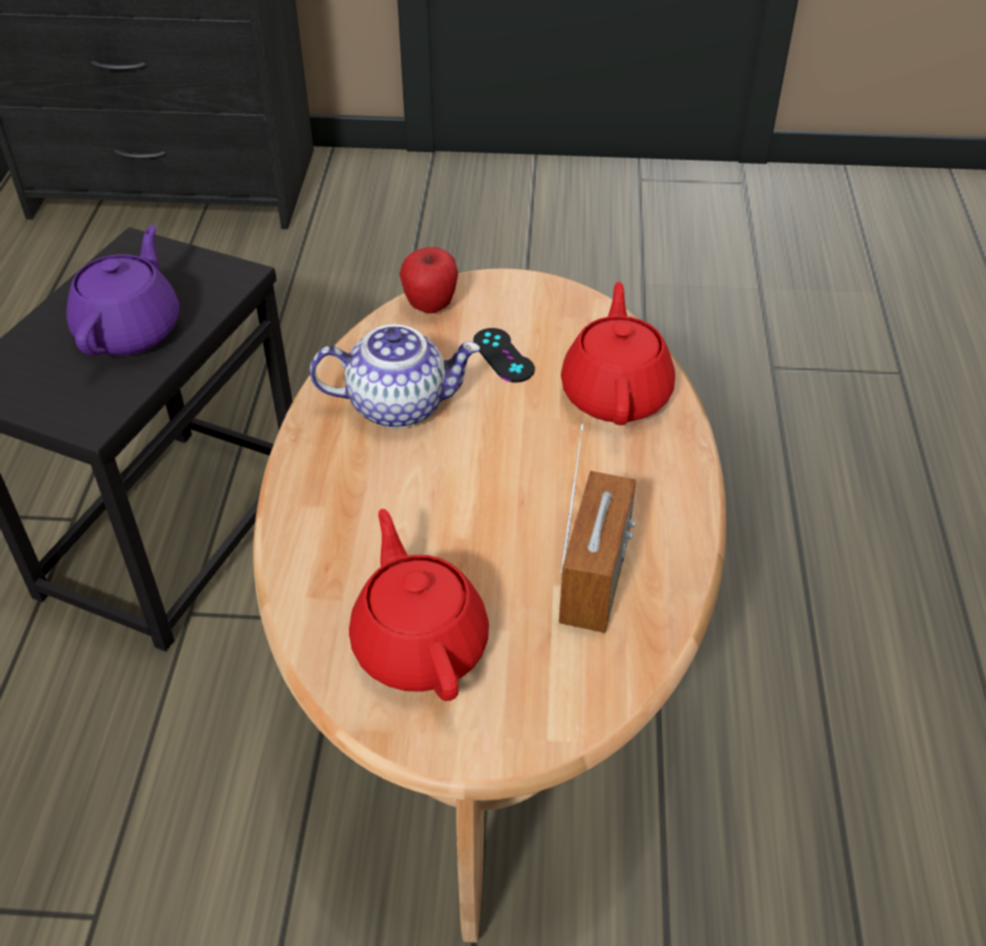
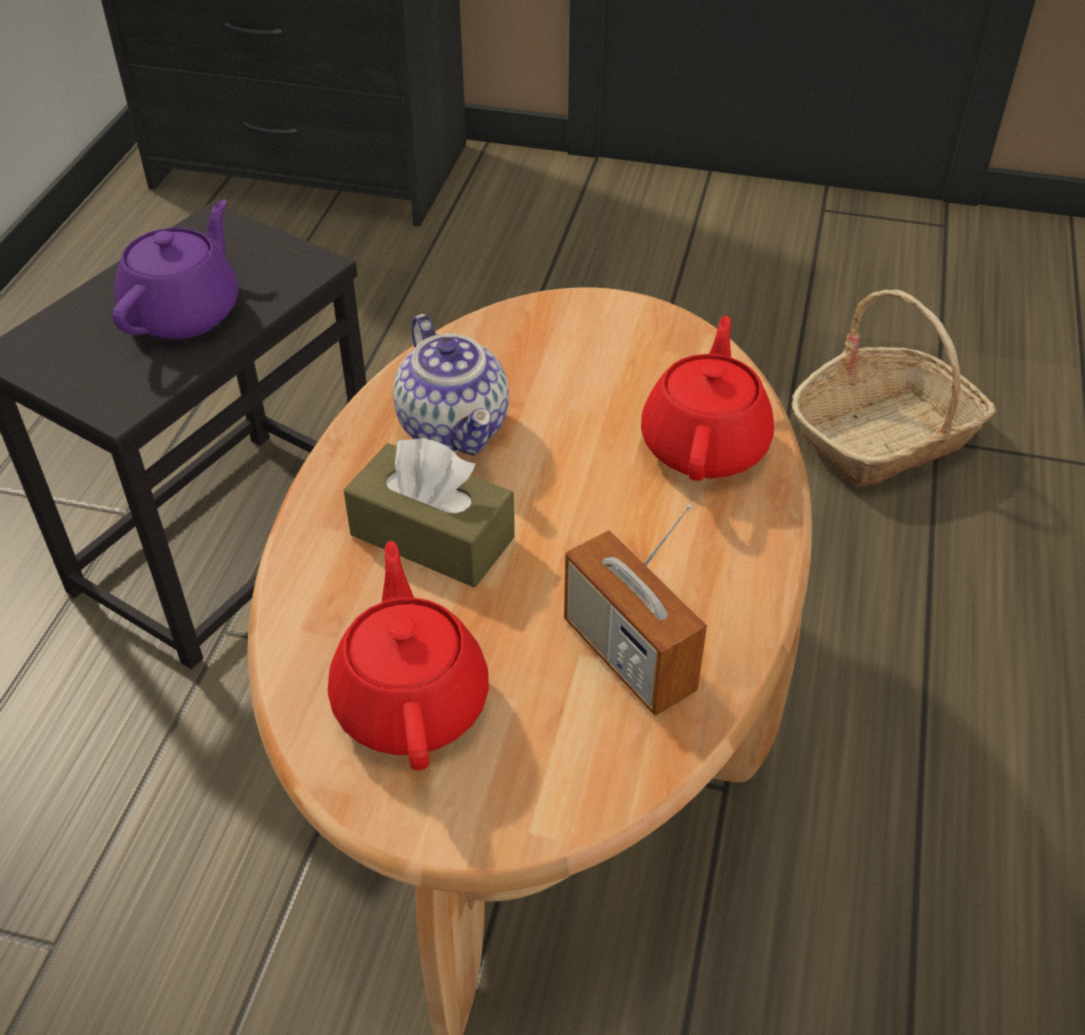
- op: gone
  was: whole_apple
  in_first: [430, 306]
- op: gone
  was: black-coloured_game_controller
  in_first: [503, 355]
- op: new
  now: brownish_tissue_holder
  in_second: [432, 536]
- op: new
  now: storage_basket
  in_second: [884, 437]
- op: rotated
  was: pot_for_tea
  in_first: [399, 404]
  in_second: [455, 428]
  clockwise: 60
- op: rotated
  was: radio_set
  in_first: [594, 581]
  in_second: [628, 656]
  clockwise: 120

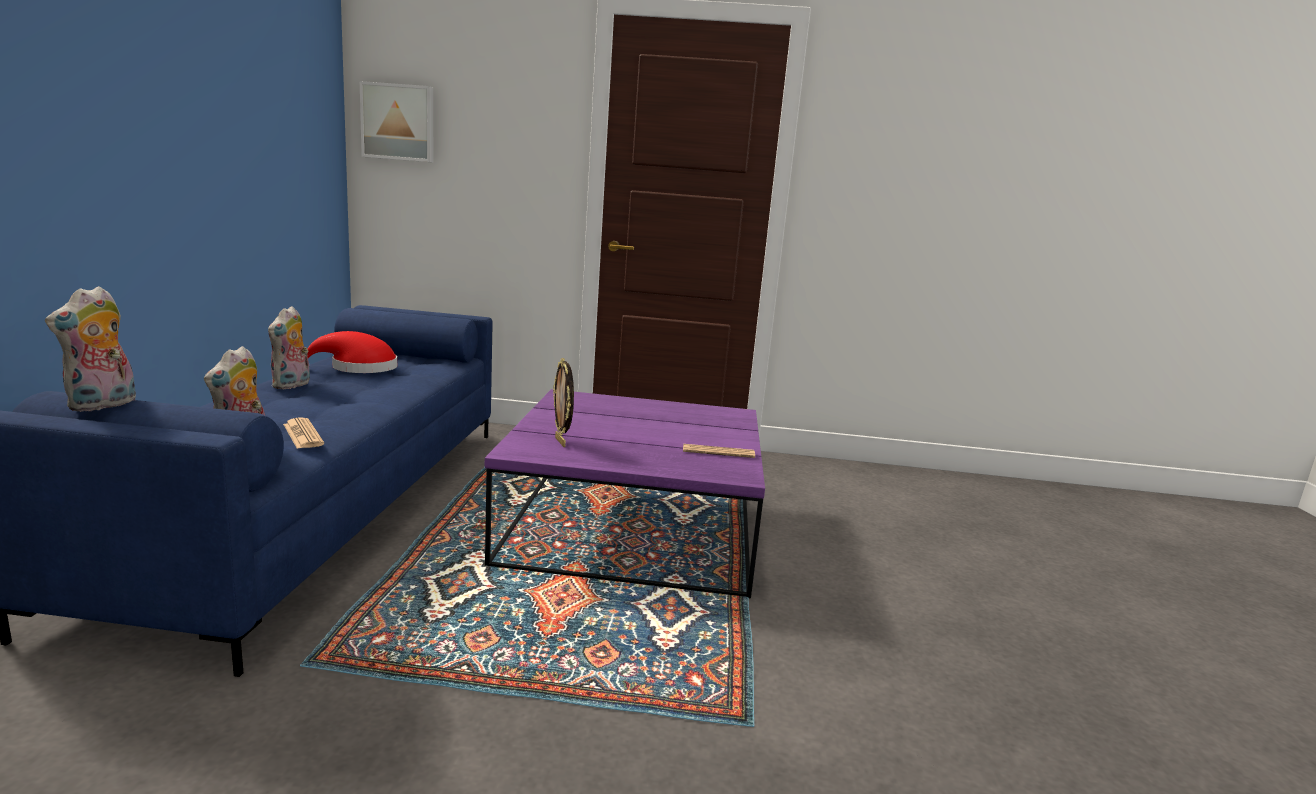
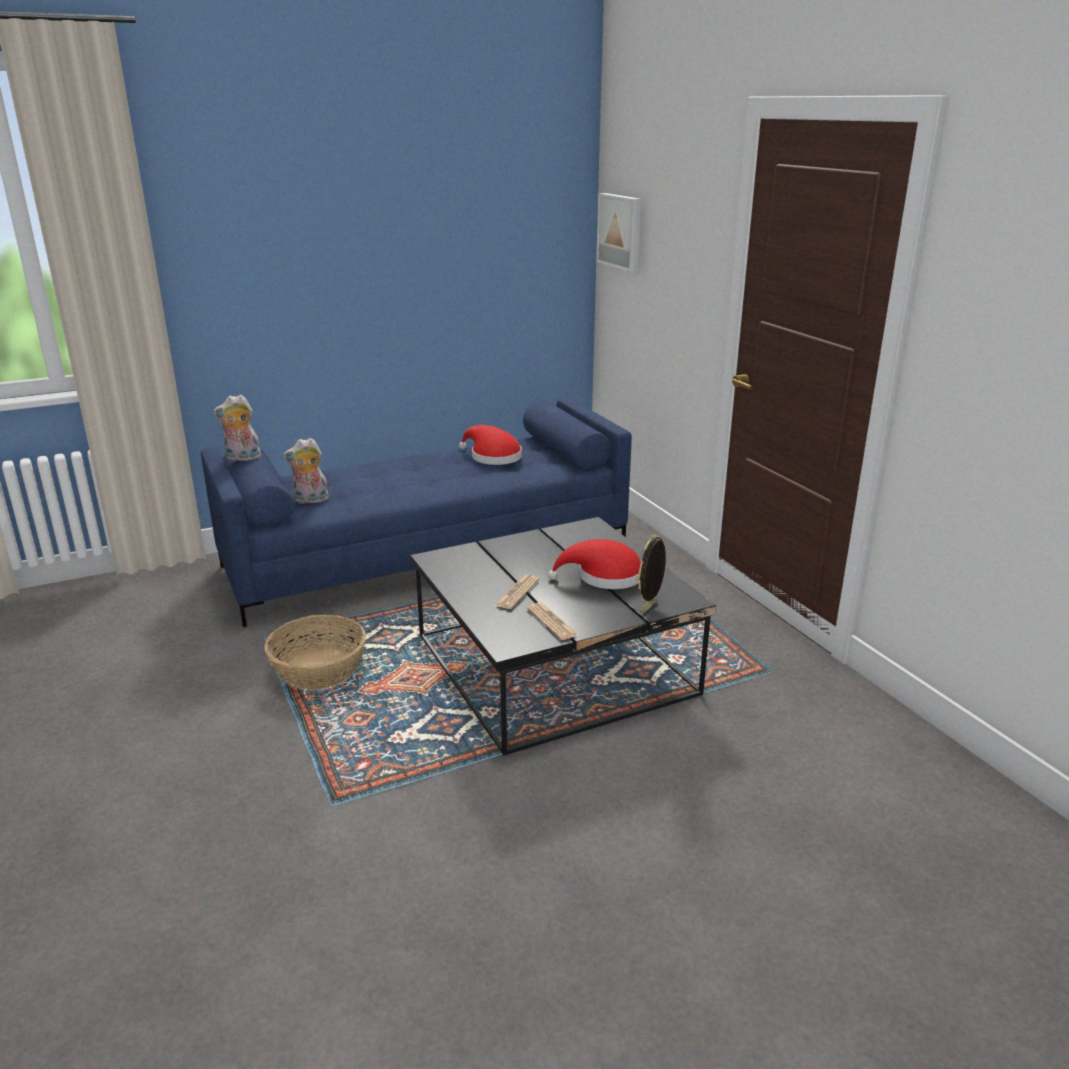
- op: gone
  was: cuddly_toy
  in_first: [292, 385]
- op: new
  now: storage_basket
  in_second: [319, 669]
- op: new
  now: reddish_wearable_hat
  in_second: [604, 577]
- op: shifted
  was: newspaper
  in_first: [303, 434]
  in_second: [517, 593]
- op: shifted
  was: picture_frame
  in_first: [561, 442]
  in_second: [650, 607]
- op: repainted
  was: purple_coffee_table
  now: black-coloured_coffee_table
  in_first: [630, 526]
  in_second: [555, 662]

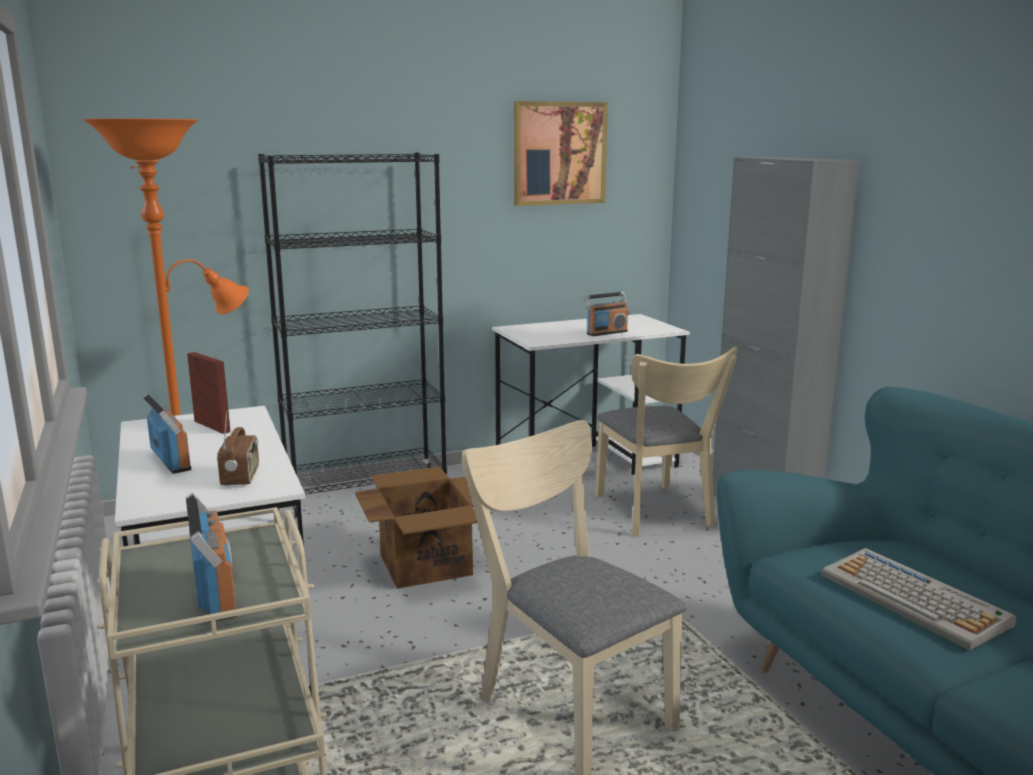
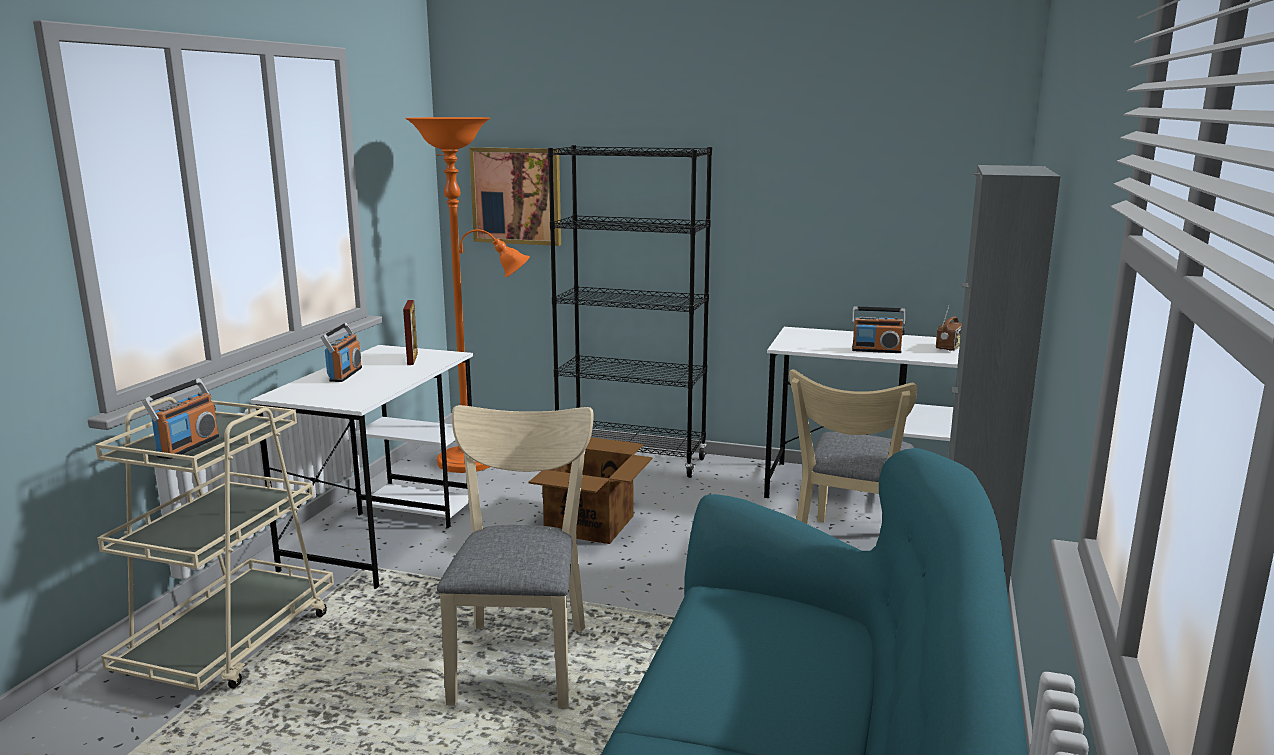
- op: gone
  was: keyboard
  in_first: [915, 600]
- op: shifted
  was: radio_set
  in_first: [241, 477]
  in_second: [950, 347]
- op: shifted
  was: picture
  in_first: [559, 153]
  in_second: [516, 196]

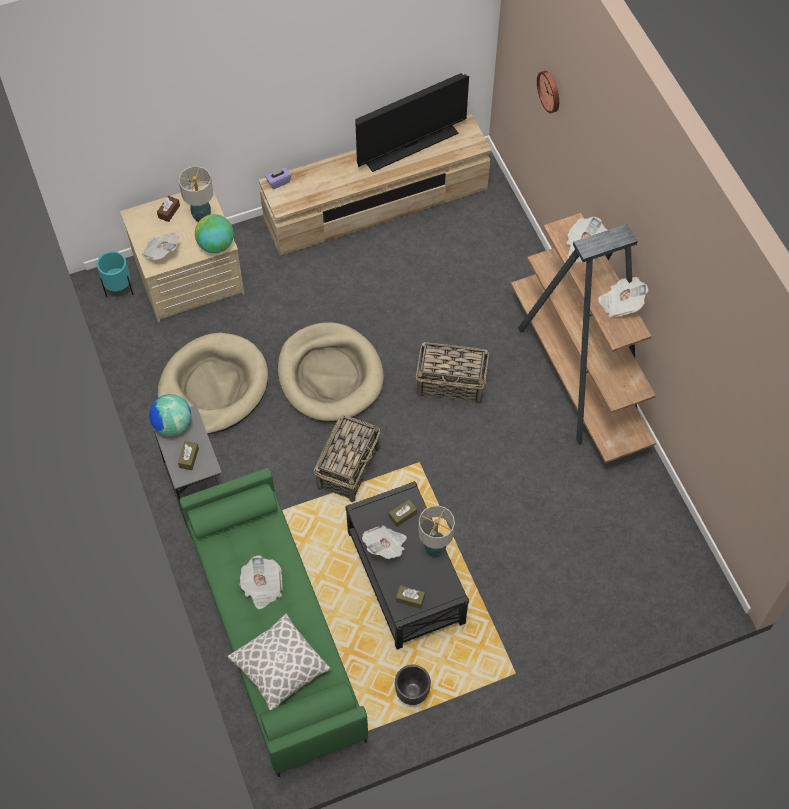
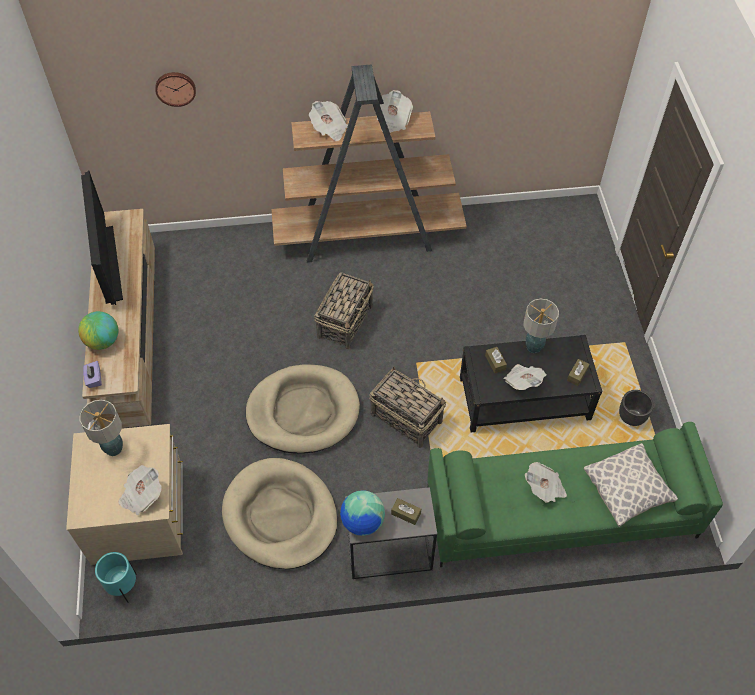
- op: gone
  was: brownish_tissue_holder
  in_first: [169, 211]
- op: shifted
  was: desk_globe
  in_first: [216, 245]
  in_second: [103, 341]

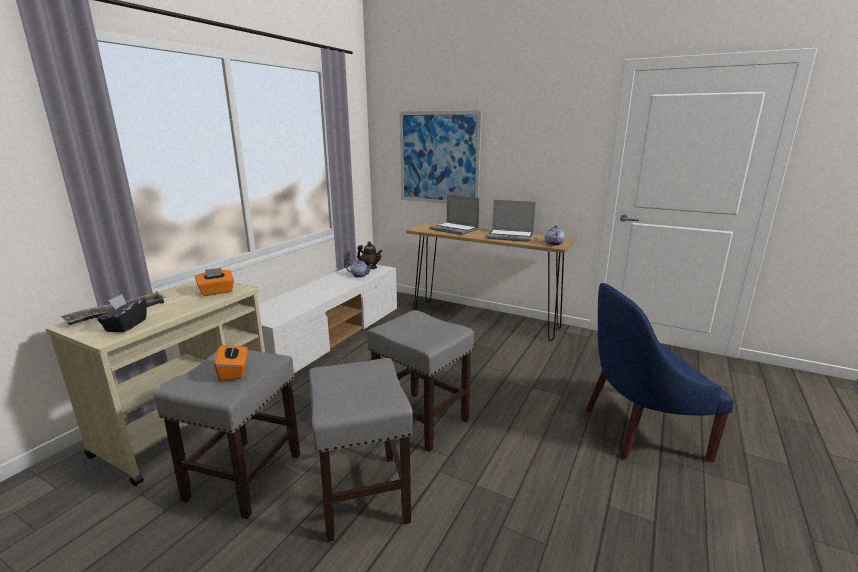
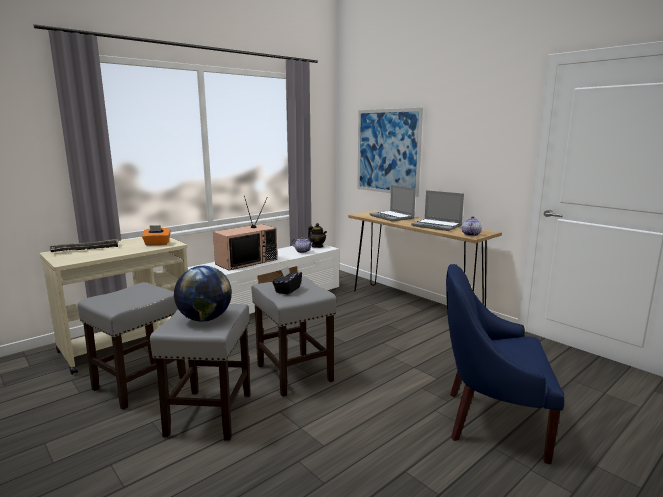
- op: gone
  was: orange-coloured_tissue_holder
  in_first: [234, 372]
- op: new
  now: desk_globe
  in_second: [205, 319]
- op: new
  now: TV
  in_second: [246, 261]
- op: shifted
  was: black-coloured_tissue_holder
  in_first: [126, 325]
  in_second: [287, 290]

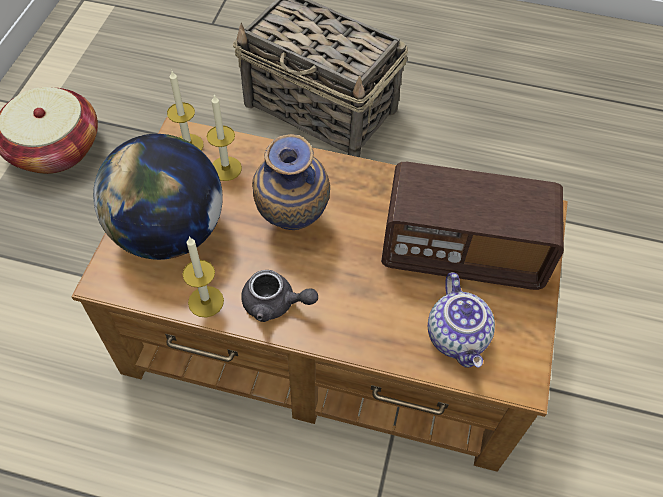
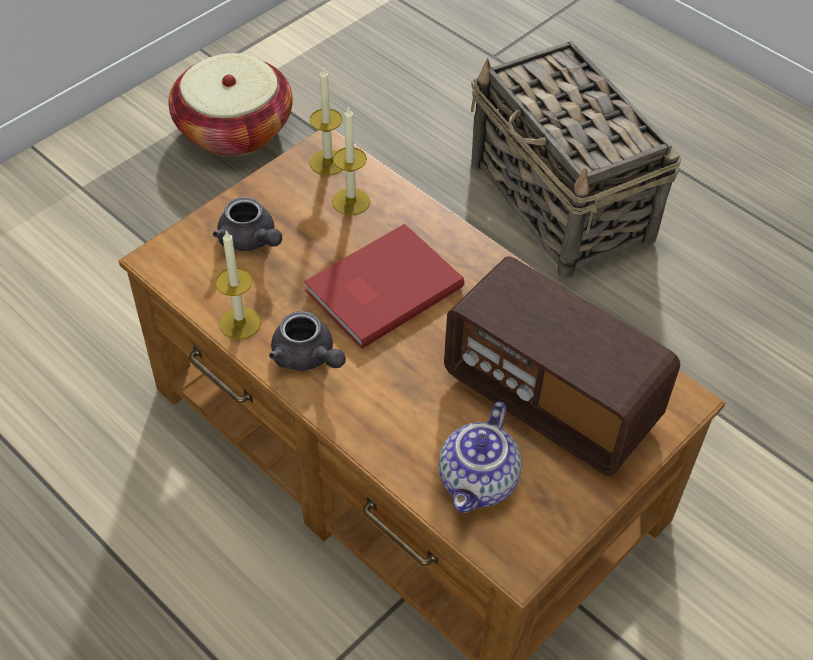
- op: swapped
  was: desk_globe
  now: gray_pot_for_tea
  in_first: [170, 232]
  in_second: [250, 241]
- op: swapped
  was: decorative_vase
  now: reddish_book
  in_first: [291, 225]
  in_second: [380, 287]

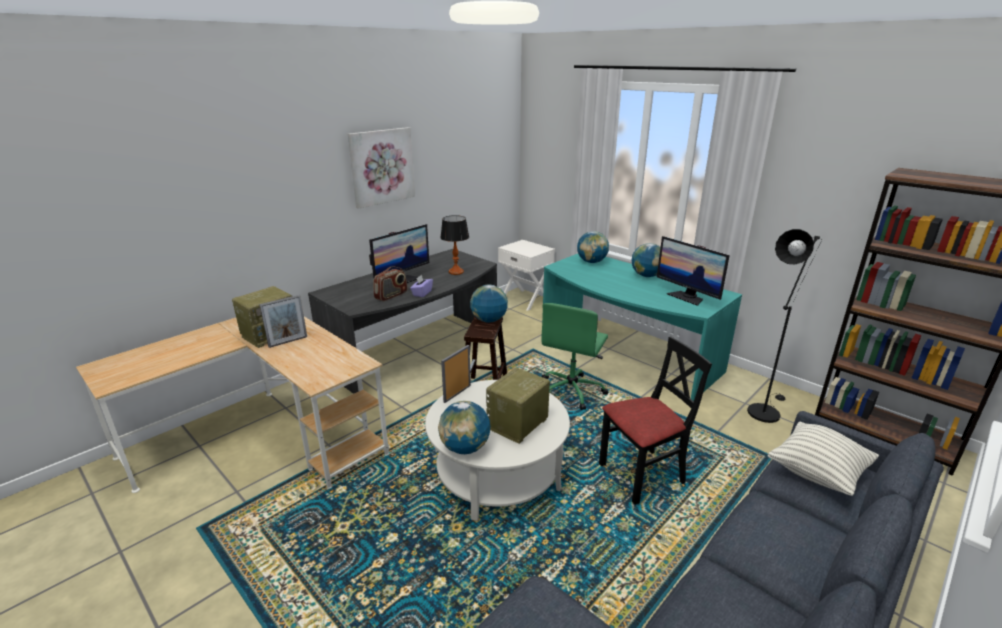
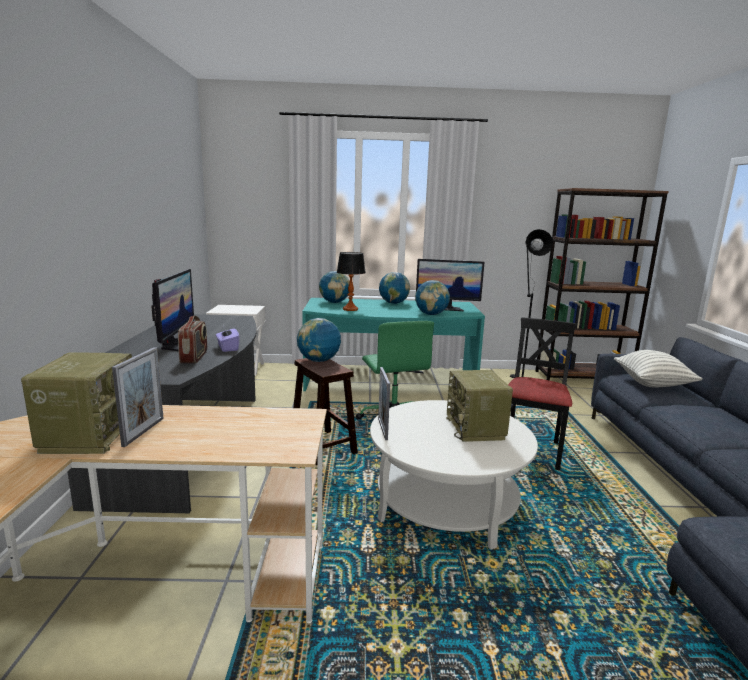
- op: gone
  was: picture
  in_first: [381, 166]
- op: shifted
  was: desk_globe
  in_first: [465, 448]
  in_second: [431, 314]
- op: shifted
  was: table_lamp
  in_first: [456, 272]
  in_second: [350, 309]

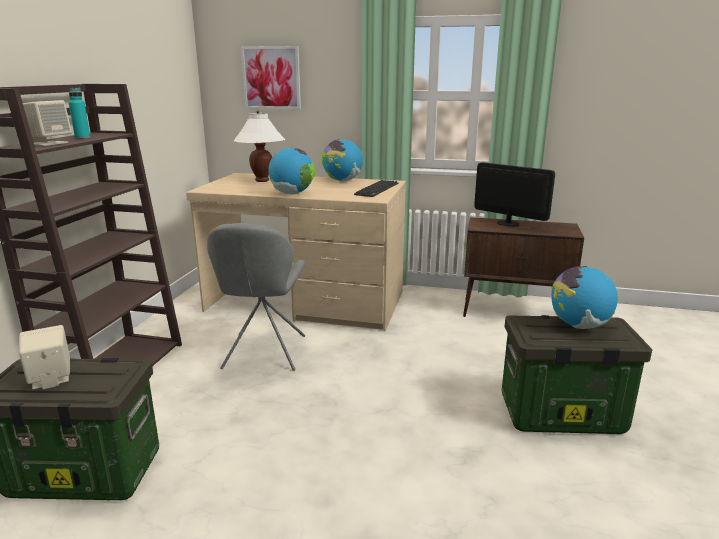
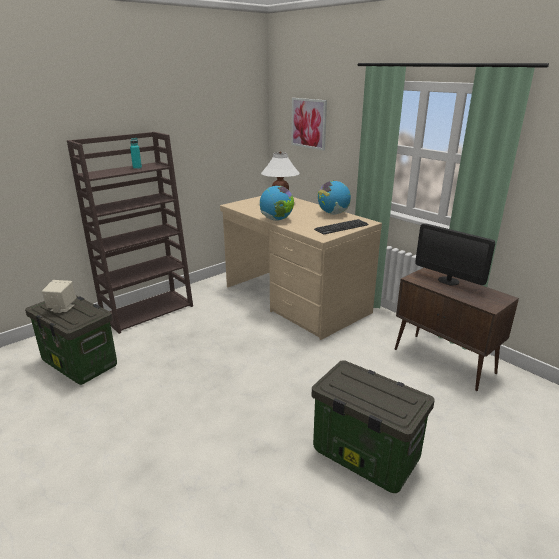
- op: gone
  was: beige_audio_speaker
  in_first: [48, 143]
- op: gone
  was: gray_upright_chair
  in_first: [264, 354]
- op: gone
  was: desk_globe
  in_first: [579, 325]
- op: rotated
  was: monitor
  in_first: [508, 223]
  in_second: [448, 281]
  clockwise: 150

